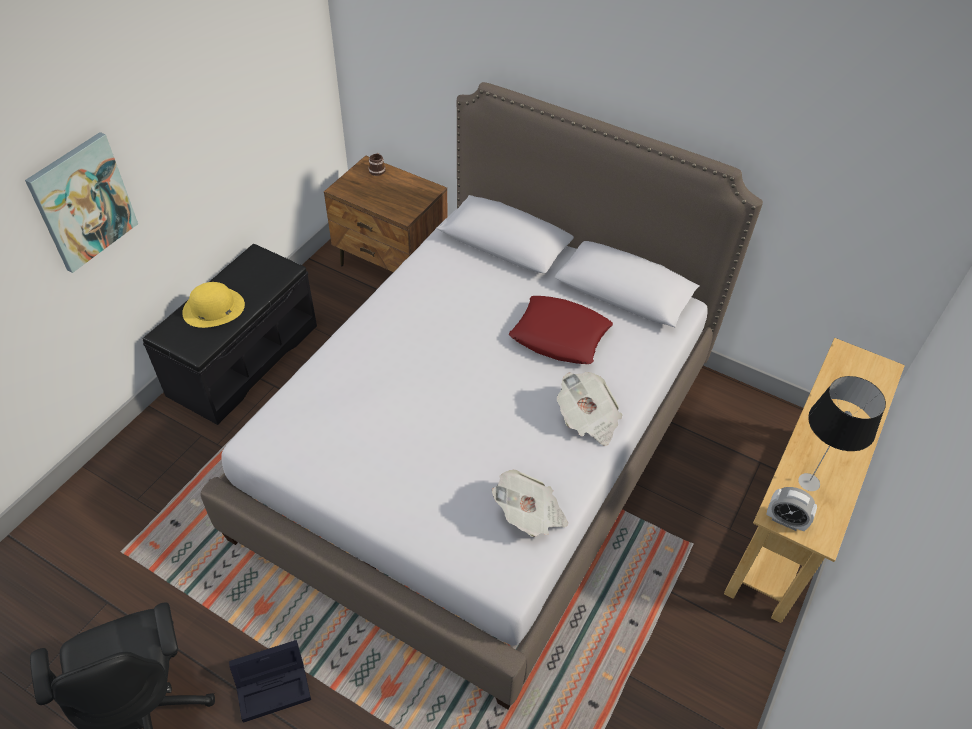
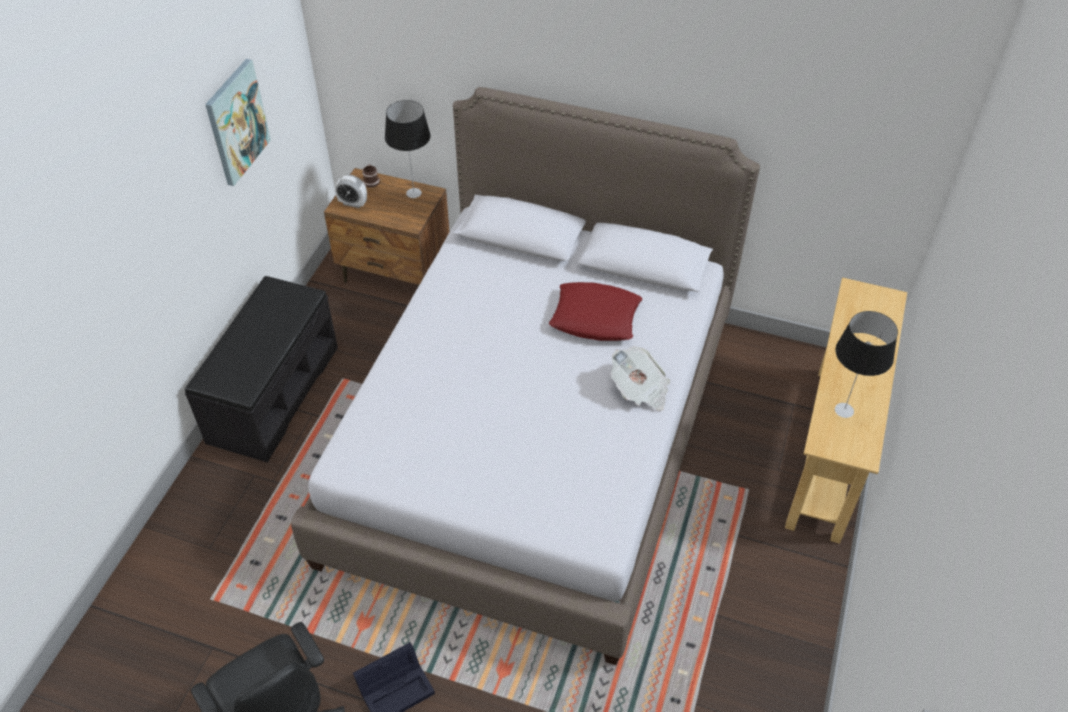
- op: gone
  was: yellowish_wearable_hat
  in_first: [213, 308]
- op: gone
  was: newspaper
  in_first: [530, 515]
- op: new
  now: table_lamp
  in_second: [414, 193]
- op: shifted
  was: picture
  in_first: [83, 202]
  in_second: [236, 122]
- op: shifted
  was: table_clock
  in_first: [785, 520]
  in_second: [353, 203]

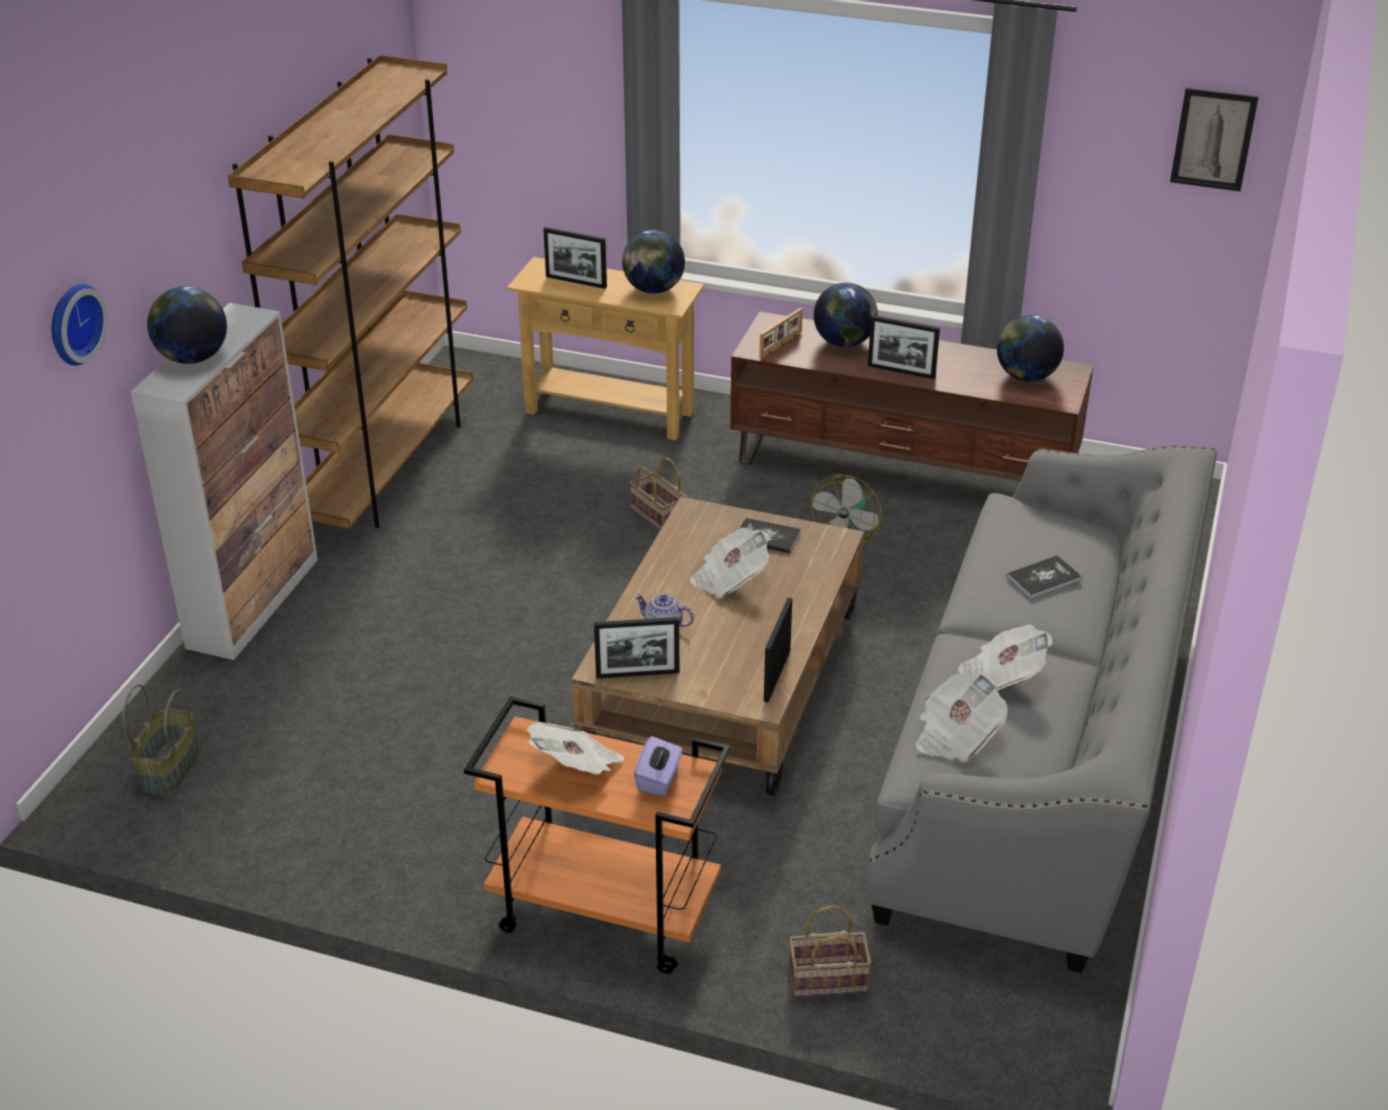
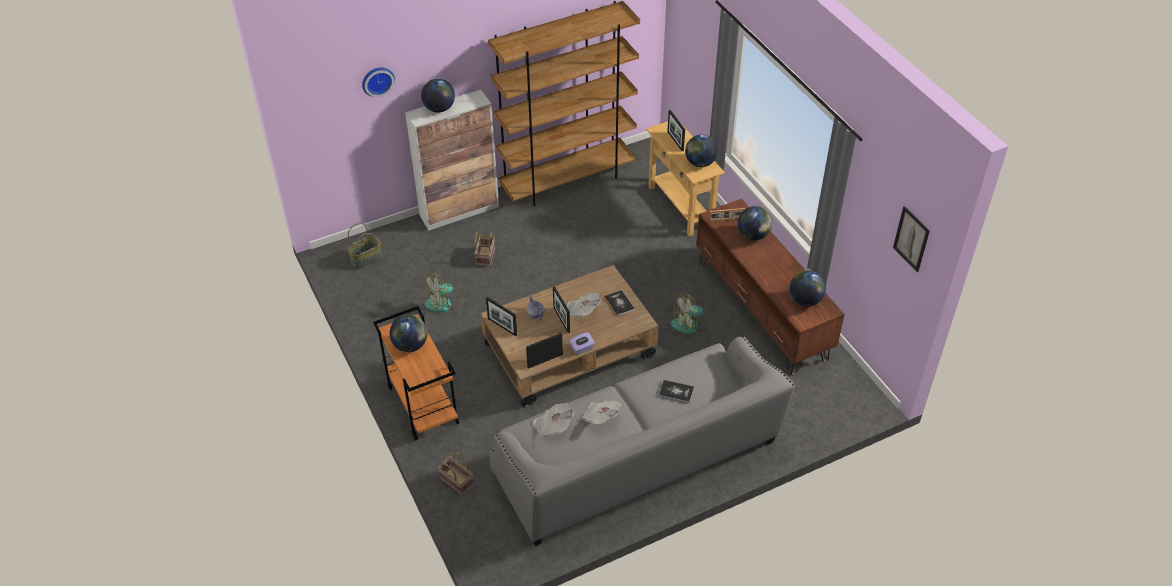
- op: new
  now: cooling_fan
  in_second: [444, 303]
- op: shifted
  was: storage_basket
  in_first: [656, 516]
  in_second: [485, 256]
- op: shifted
  was: purple_tissue_holder
  in_first: [659, 779]
  in_second: [582, 348]
- op: shifted
  was: picture_frame
  in_first: [901, 371]
  in_second: [561, 319]
- op: swapped
  was: newspaper
  now: desk_globe
  in_first: [576, 766]
  in_second: [410, 345]

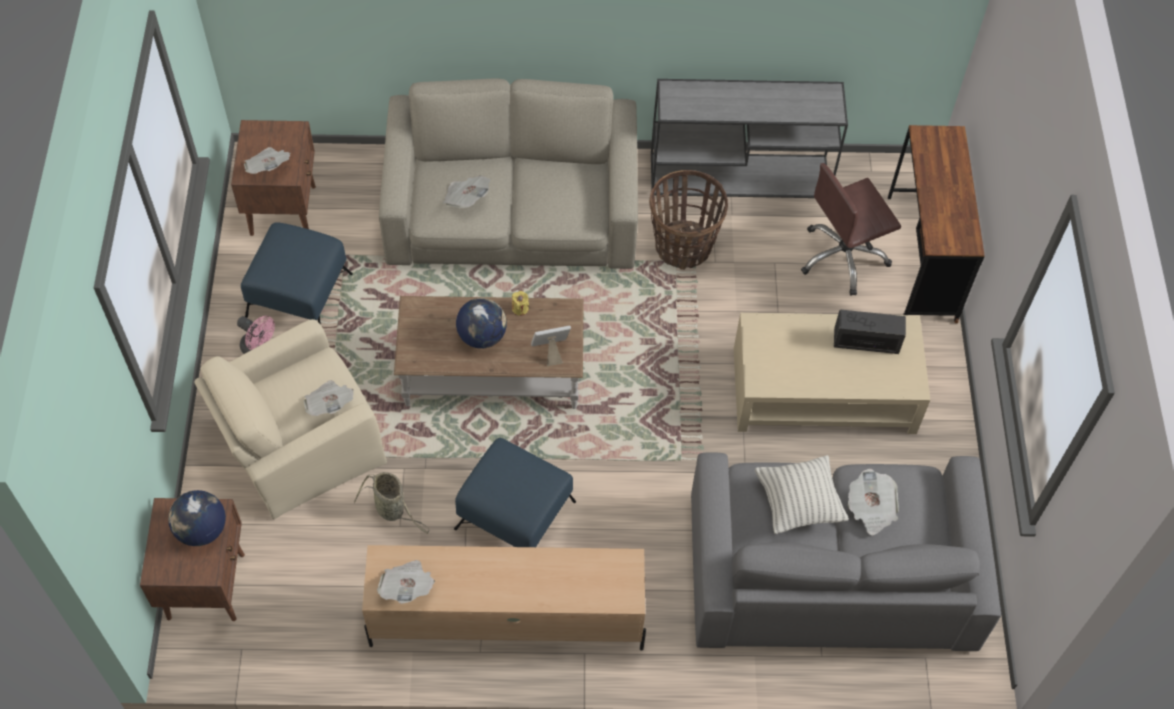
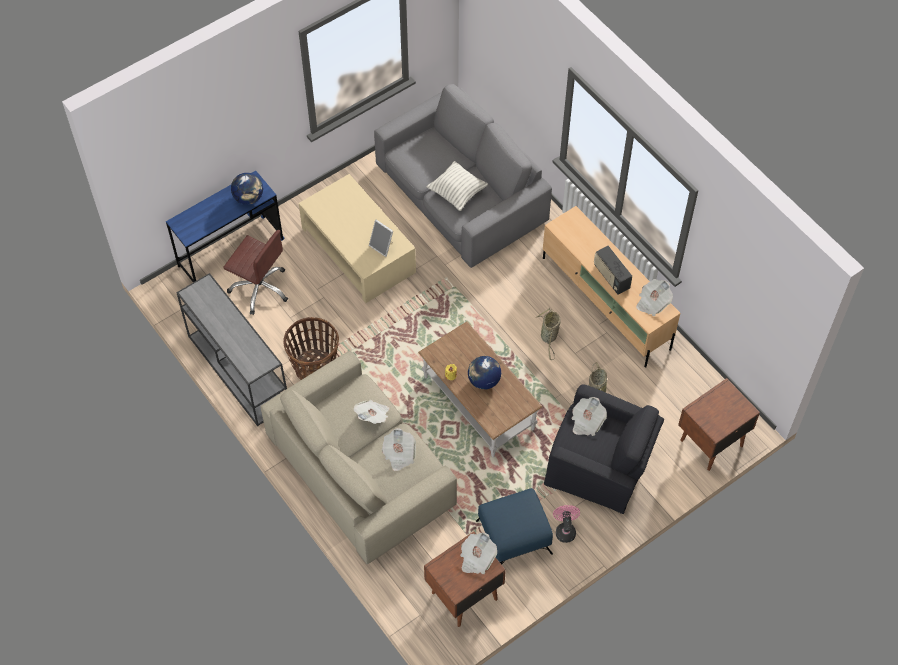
- op: shifted
  was: desk_globe
  in_first: [201, 530]
  in_second: [249, 198]
- op: shifted
  was: picture_frame
  in_first: [550, 351]
  in_second: [382, 246]
- op: shifted
  was: radio_set
  in_first: [866, 341]
  in_second: [611, 277]
- op: shifted
  was: newspaper
  in_first: [871, 509]
  in_second: [373, 416]
- op: swapped
  was: blue-coloured_footrest
  now: storage_basket
  in_first: [514, 514]
  in_second: [549, 337]
- op: repainted
  was: beige_easy_chair
  now: black-coloured_easy_chair
  in_first: [299, 442]
  in_second: [600, 463]
- op: repainted
  was: brownish_desk_unit
  now: blue-coloured_desk_unit
  in_first: [921, 258]
  in_second: [231, 252]

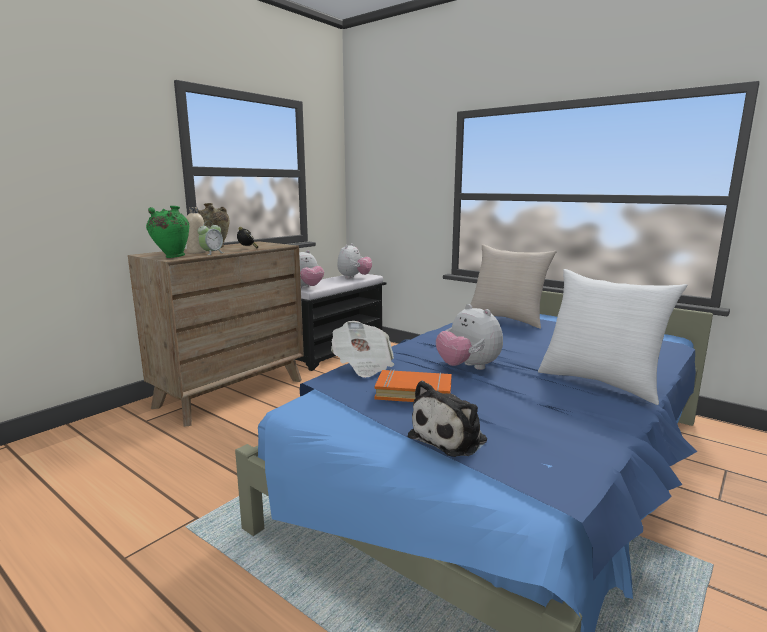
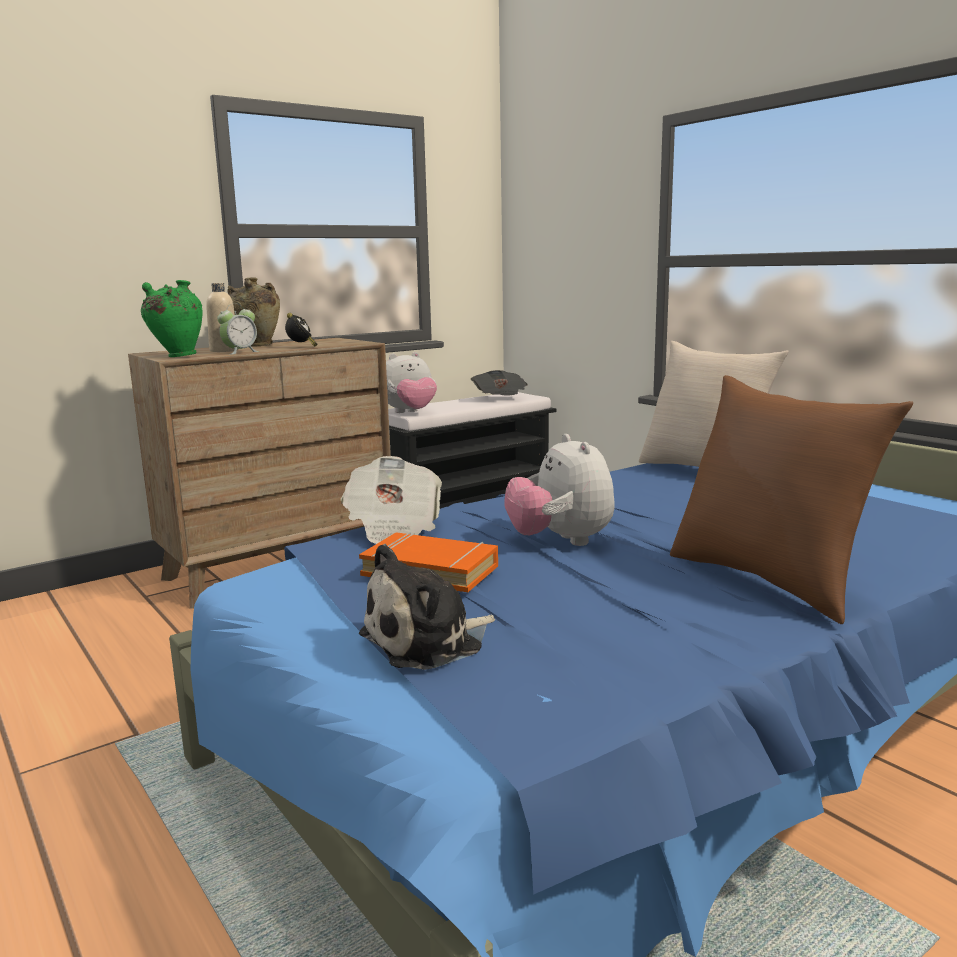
- op: swapped
  was: cuddly_toy
  now: newspaper
  in_first: [354, 278]
  in_second: [500, 399]
- op: repainted
  was: white-coloured_pillow
  now: brownish_pillow
  in_first: [600, 382]
  in_second: [769, 579]

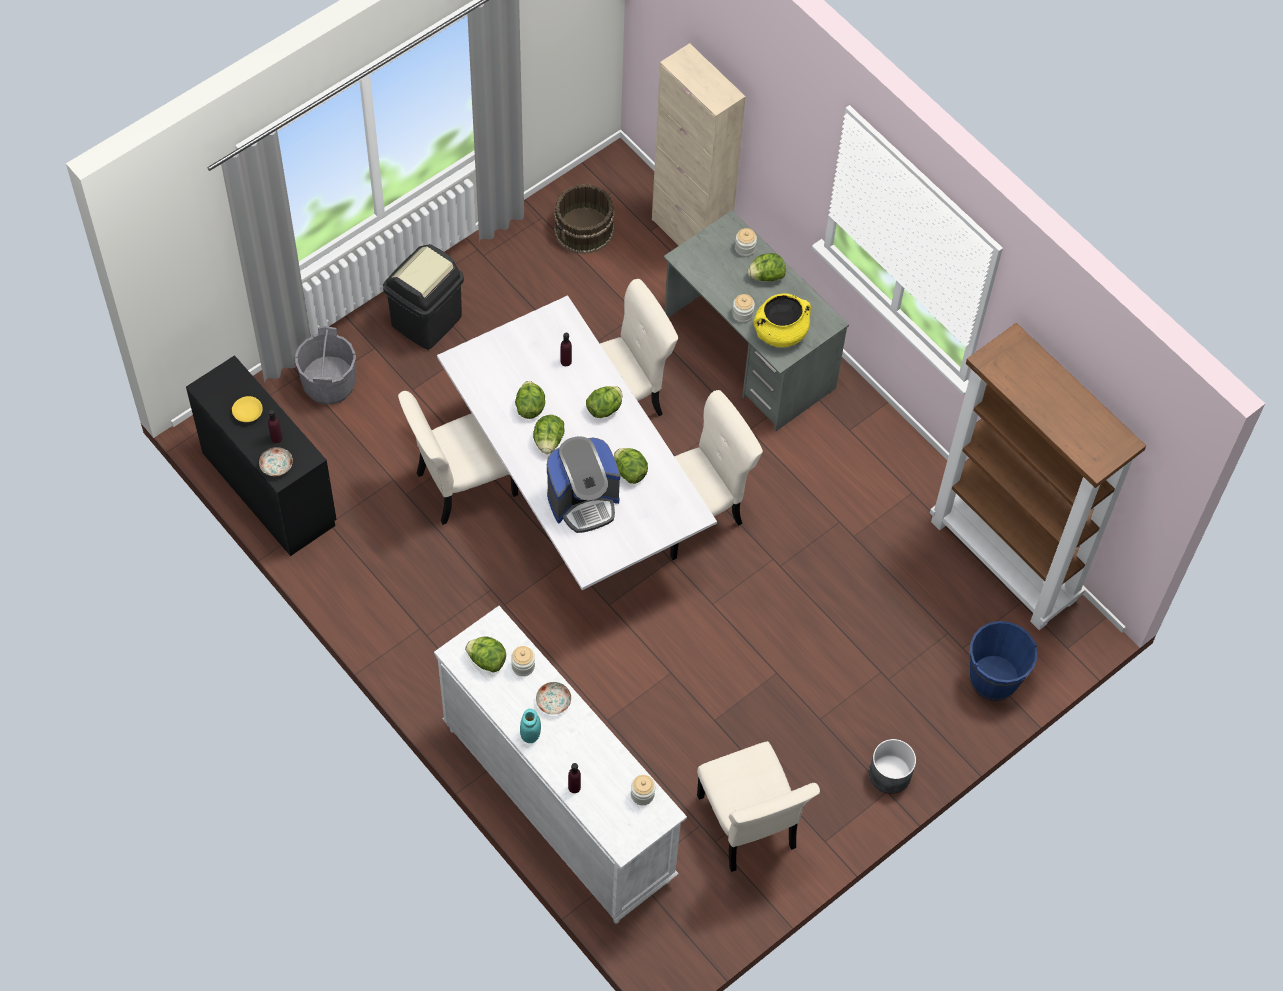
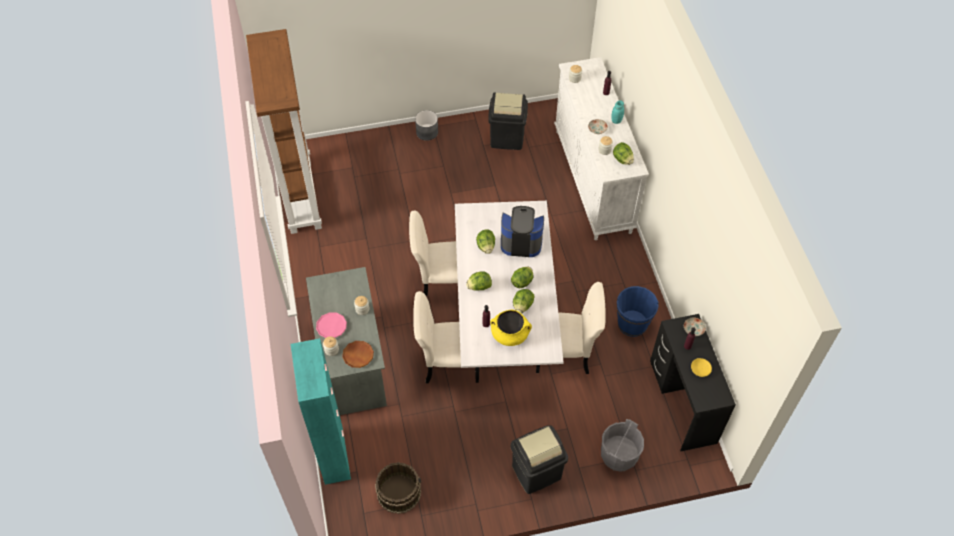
- op: new
  now: brownish_plate
  in_second: [358, 355]
- op: shifted
  was: yellowish_stockpot
  in_first: [780, 332]
  in_second: [510, 334]
- op: shifted
  was: blue-coloured_water_bucket
  in_first: [993, 679]
  in_second: [632, 324]
- op: swapped
  was: beige_upright_chair
  now: black-coloured_rubbish_bin
  in_first: [748, 826]
  in_second: [507, 138]
- op: swapped
  was: head_of_lettuce
  now: pink_plate
  in_first: [766, 276]
  in_second: [331, 326]
- op: repainted
  was: beige_cabinet
  now: turquoise_cabinet
  in_first: [690, 236]
  in_second: [334, 455]

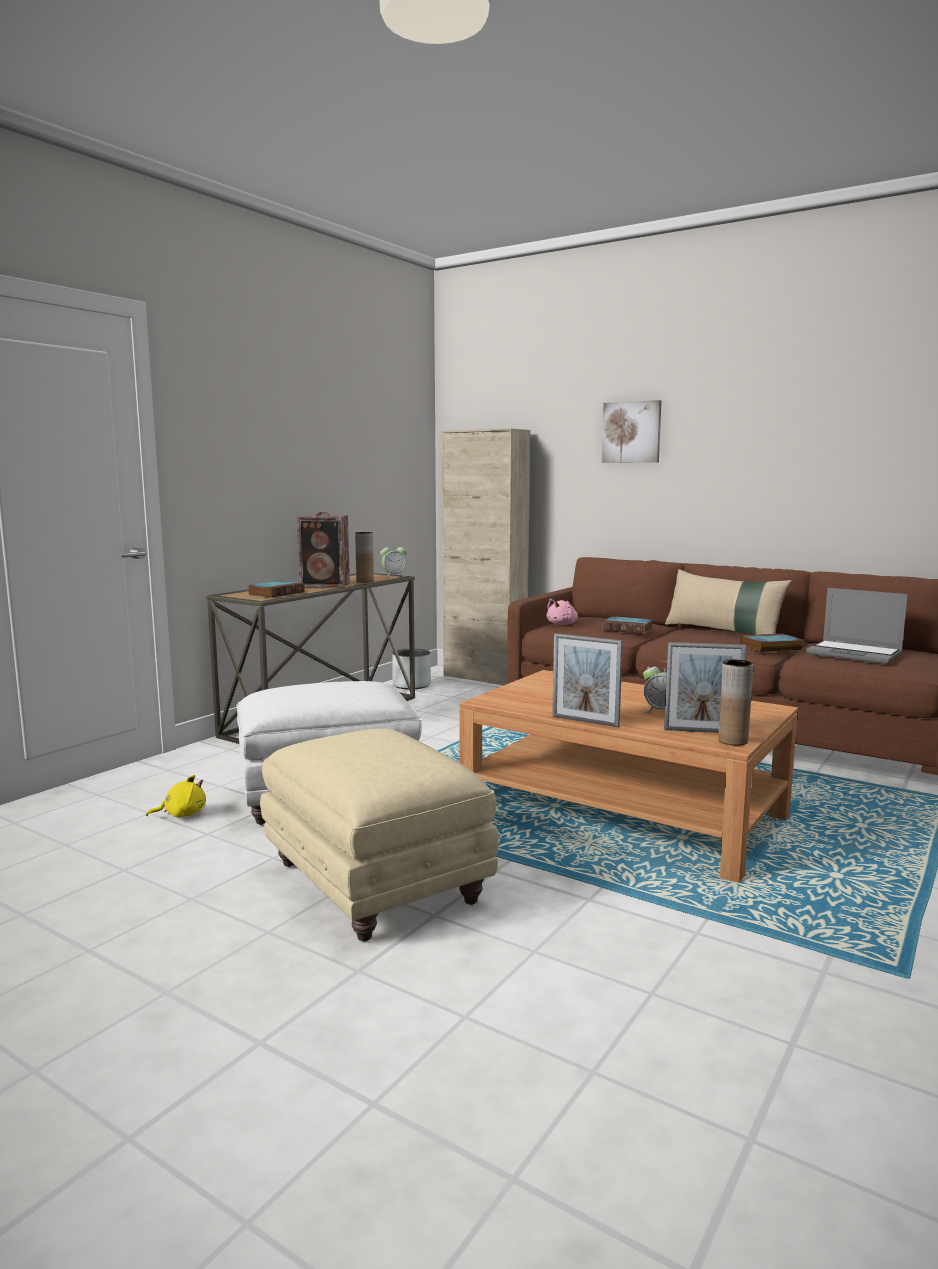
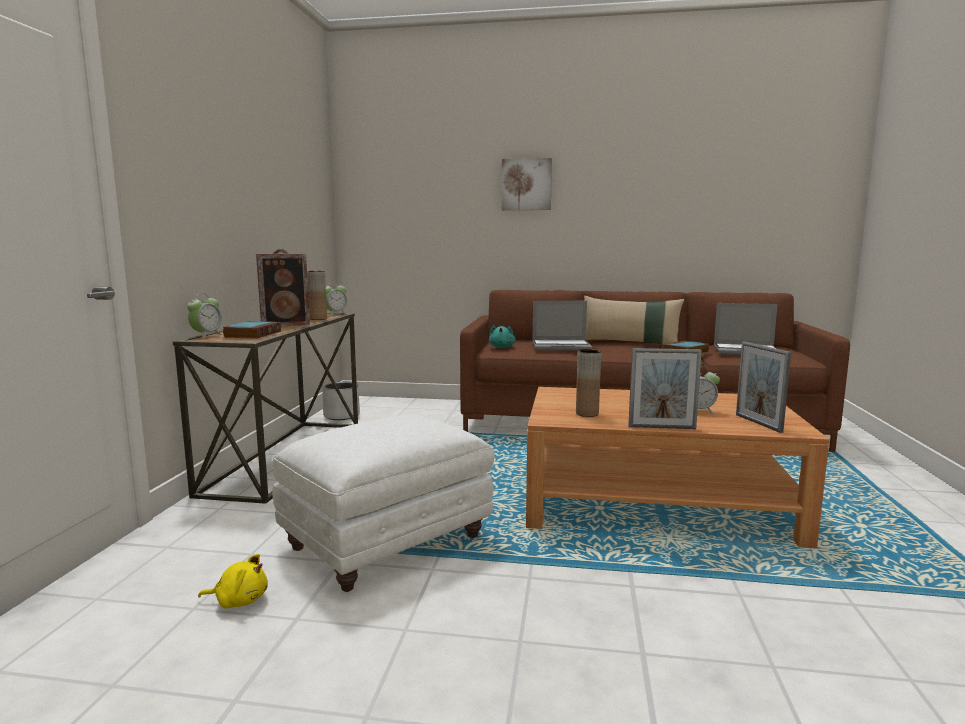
- op: gone
  was: beige_footrest
  in_first: [373, 883]
- op: gone
  was: beige_cabinet
  in_first: [484, 678]
- op: new
  now: table_clock
  in_second: [206, 335]
- op: shifted
  was: brownish_decorative_vase
  in_first: [733, 741]
  in_second: [587, 414]
- op: swapped
  was: book
  now: portable_computer
  in_first: [629, 629]
  in_second: [561, 346]
- op: repainted
  was: pink_cuddly_toy
  now: turquoise_cuddly_toy
  in_first: [562, 624]
  in_second: [502, 347]
- op: rotated
  was: yellowish_cuddly_toy
  in_first: [182, 814]
  in_second: [239, 600]
  clockwise: 45
- op: rotated
  was: picture_frame
  in_first: [701, 731]
  in_second: [758, 423]
  clockwise: 90

